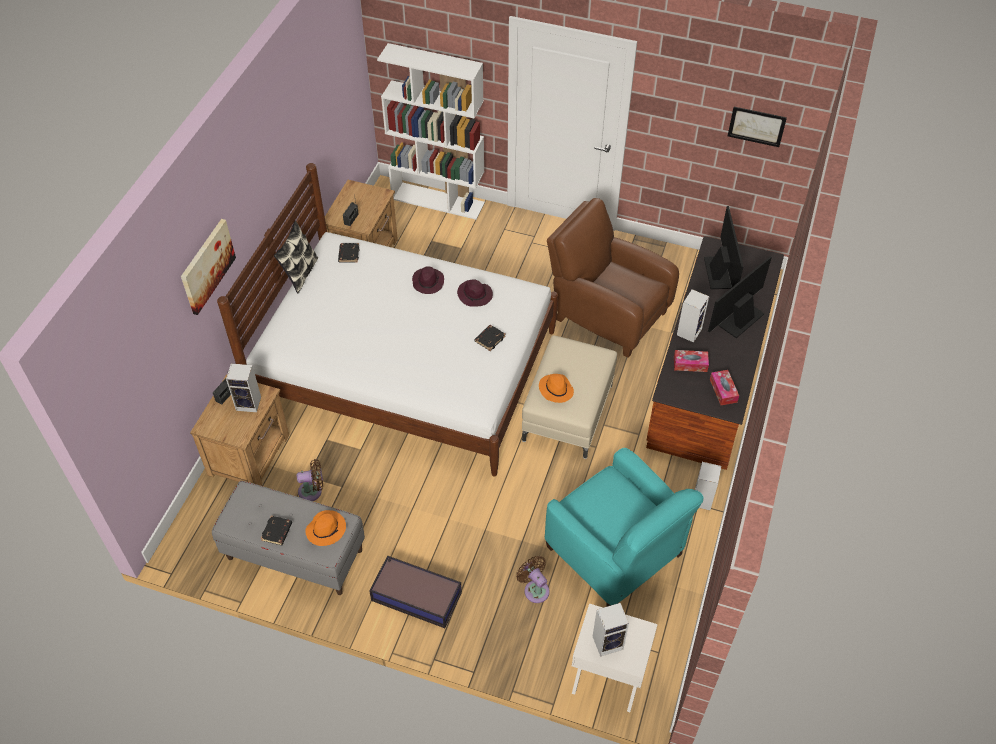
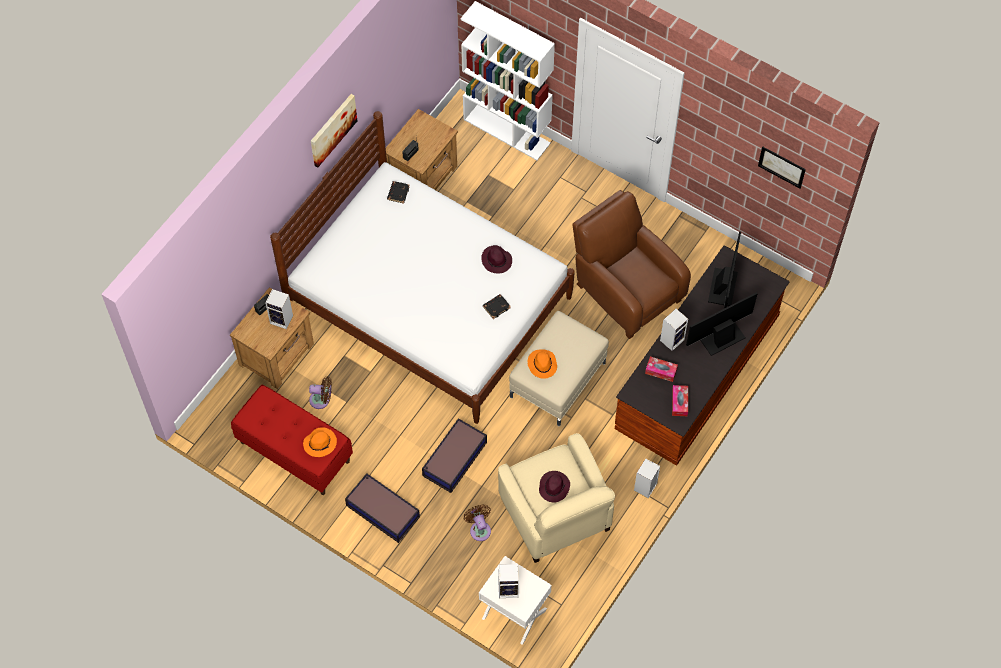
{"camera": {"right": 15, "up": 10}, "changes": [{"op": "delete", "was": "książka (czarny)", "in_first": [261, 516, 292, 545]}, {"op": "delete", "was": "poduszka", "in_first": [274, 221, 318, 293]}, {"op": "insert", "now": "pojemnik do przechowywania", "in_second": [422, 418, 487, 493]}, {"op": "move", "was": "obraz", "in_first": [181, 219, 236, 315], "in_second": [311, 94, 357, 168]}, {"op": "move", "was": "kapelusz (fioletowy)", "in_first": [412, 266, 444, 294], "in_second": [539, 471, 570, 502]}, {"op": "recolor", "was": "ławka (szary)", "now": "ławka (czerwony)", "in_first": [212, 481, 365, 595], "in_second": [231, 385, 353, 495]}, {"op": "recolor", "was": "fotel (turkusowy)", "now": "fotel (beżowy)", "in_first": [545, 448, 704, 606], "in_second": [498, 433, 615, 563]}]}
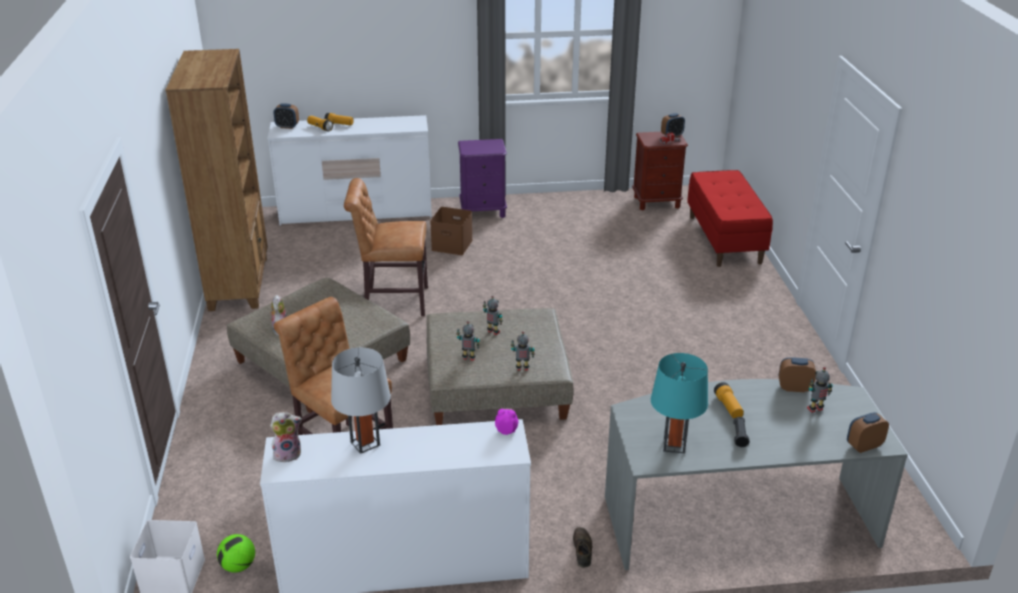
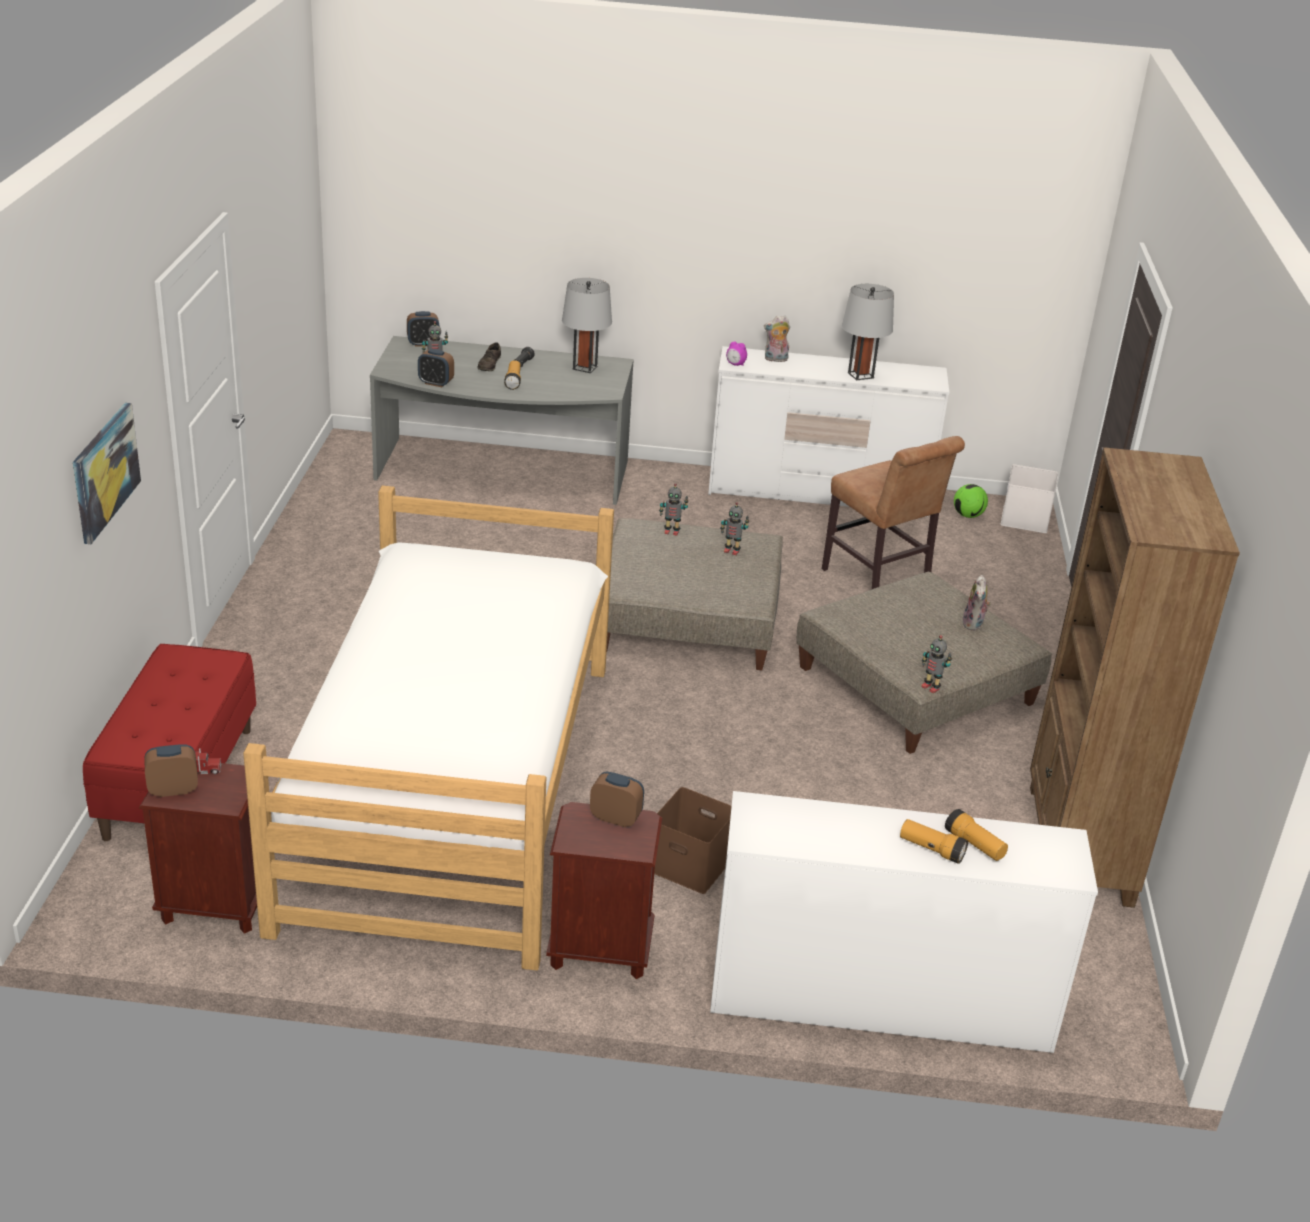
{"camera": {"right": -170, "up": 0}, "changes": [{"op": "delete", "was": "krzesło (brązowy)", "in_first": [344, 178, 428, 316]}, {"op": "insert", "now": "obraz", "in_second": [73, 403, 141, 544]}, {"op": "insert", "now": "łóżko", "in_second": [243, 486, 614, 971]}, {"op": "move", "was": "pluszak", "in_first": [270, 411, 302, 462], "in_second": [764, 316, 790, 362]}, {"op": "move", "was": "budzik", "in_first": [273, 103, 299, 129], "in_second": [590, 771, 644, 827]}, {"op": "move", "was": "robot zabawkowy", "in_first": [483, 296, 503, 335], "in_second": [921, 635, 952, 693]}, {"op": "move", "was": "but (brązowy)", "in_first": [573, 527, 592, 568], "in_second": [477, 342, 501, 371]}, {"op": "recolor", "was": "szafka nocna (fioletowy)", "now": "szafka nocna (brązowy)", "in_first": [458, 139, 507, 218], "in_second": [546, 802, 662, 979]}, {"op": "recolor", "was": "lampa stołowa (turkusowy)", "now": "lampa stołowa (szary)", "in_first": [651, 353, 708, 454], "in_second": [562, 278, 612, 373]}]}
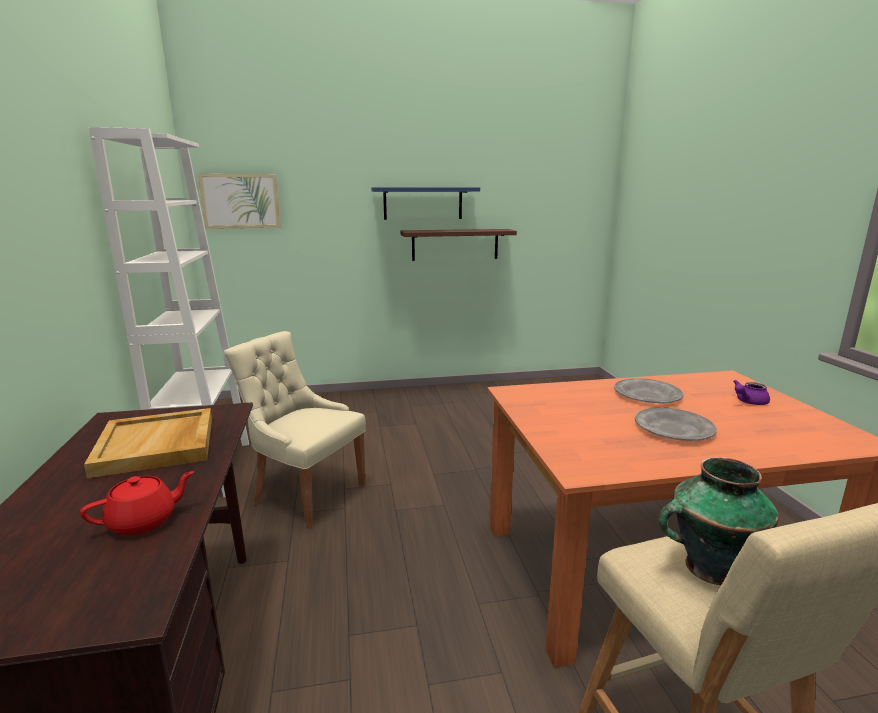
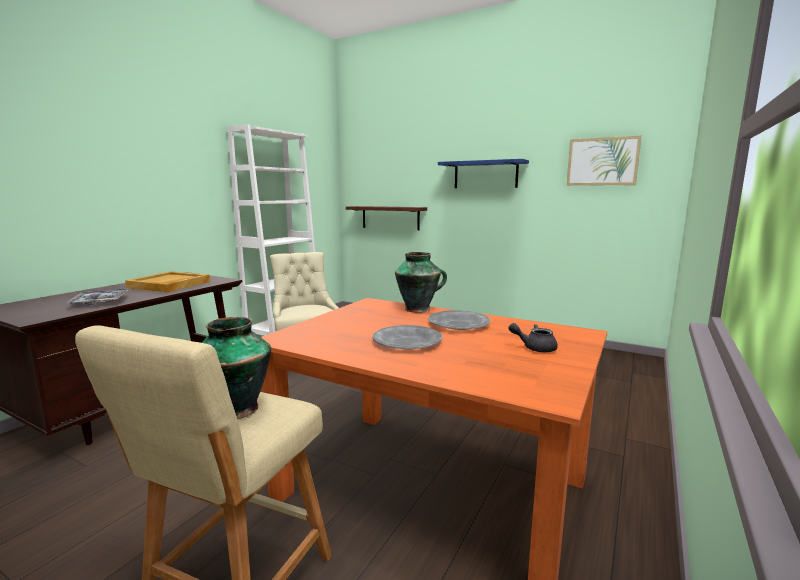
{"camera": {"right": 40, "up": -5}, "changes": [{"op": "insert", "now": "wazon", "in_second": [395, 252, 447, 313]}, {"op": "move", "was": "obraz", "in_first": [198, 174, 281, 229], "in_second": [566, 135, 642, 186]}, {"op": "move", "was": "półka", "in_first": [400, 229, 517, 261], "in_second": [346, 206, 427, 230]}, {"op": "replace", "was": "imbryk (czerwony)", "now": "taca", "in_first": [80, 471, 194, 535], "in_second": [66, 288, 130, 306]}, {"op": "recolor", "was": "imbryk (fioletowy)", "now": "imbryk (szary)", "in_first": [733, 380, 770, 405], "in_second": [508, 323, 558, 352]}]}
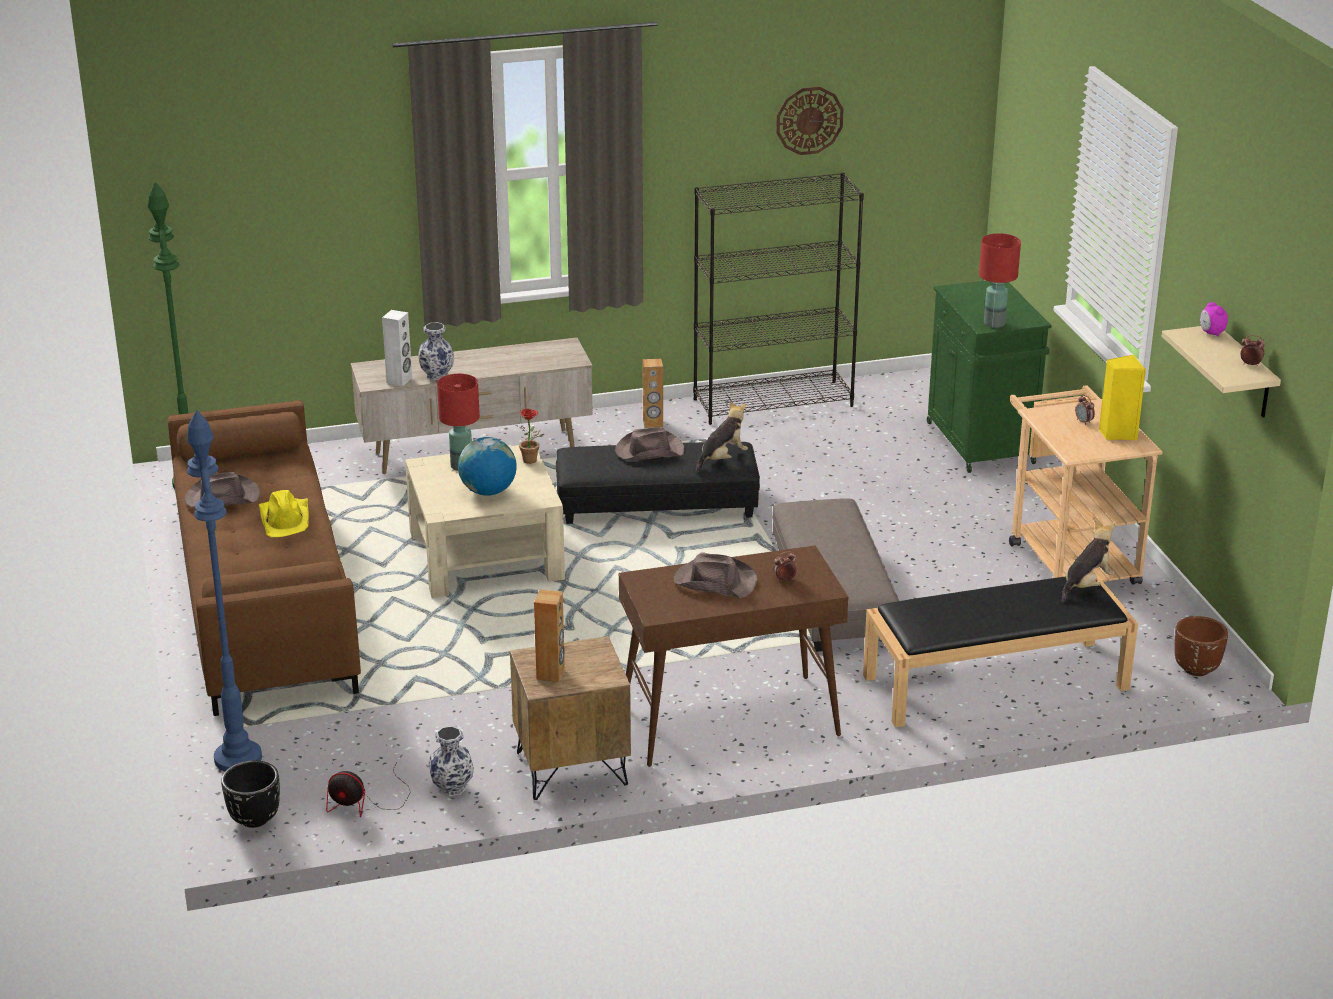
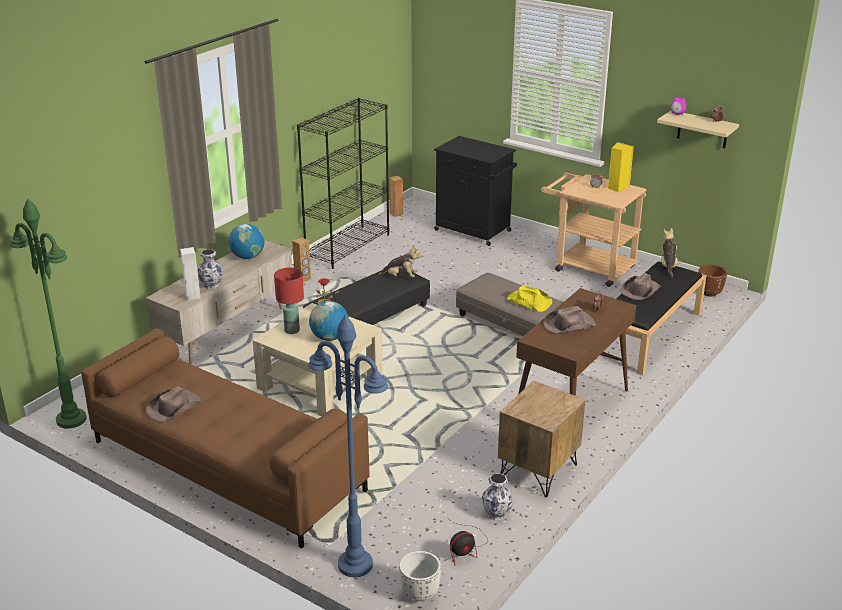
{"camera": {"right": -40, "up": 0}, "changes": [{"op": "delete", "was": "zegar ścienny", "in_first": [776, 87, 844, 155]}, {"op": "delete", "was": "lampa stołowa (czerwony)", "in_first": [979, 233, 1021, 328]}, {"op": "insert", "now": "globus", "in_second": [228, 223, 265, 259]}, {"op": "move", "was": "kapelusz (żółty)", "in_first": [259, 490, 309, 537], "in_second": [507, 285, 552, 312]}, {"op": "move", "was": "głośnik (brązowy)", "in_first": [534, 590, 565, 682], "in_second": [389, 176, 403, 217]}, {"op": "move", "was": "kapelusz (brązowy)", "in_first": [615, 427, 684, 460], "in_second": [621, 273, 661, 300]}, {"op": "recolor", "was": "donica (czarny)", "now": "donica (biały)", "in_first": [221, 760, 280, 828], "in_second": [399, 551, 441, 601]}, {"op": "recolor", "was": "szafka (zielony)", "now": "szafka (czarny)", "in_first": [927, 281, 1051, 473], "in_second": [434, 136, 517, 246]}, {"op": "rotate", "was": "pluszak", "in_first": [696, 401, 748, 472], "in_second": [377, 244, 422, 277], "clockwise": 90}]}
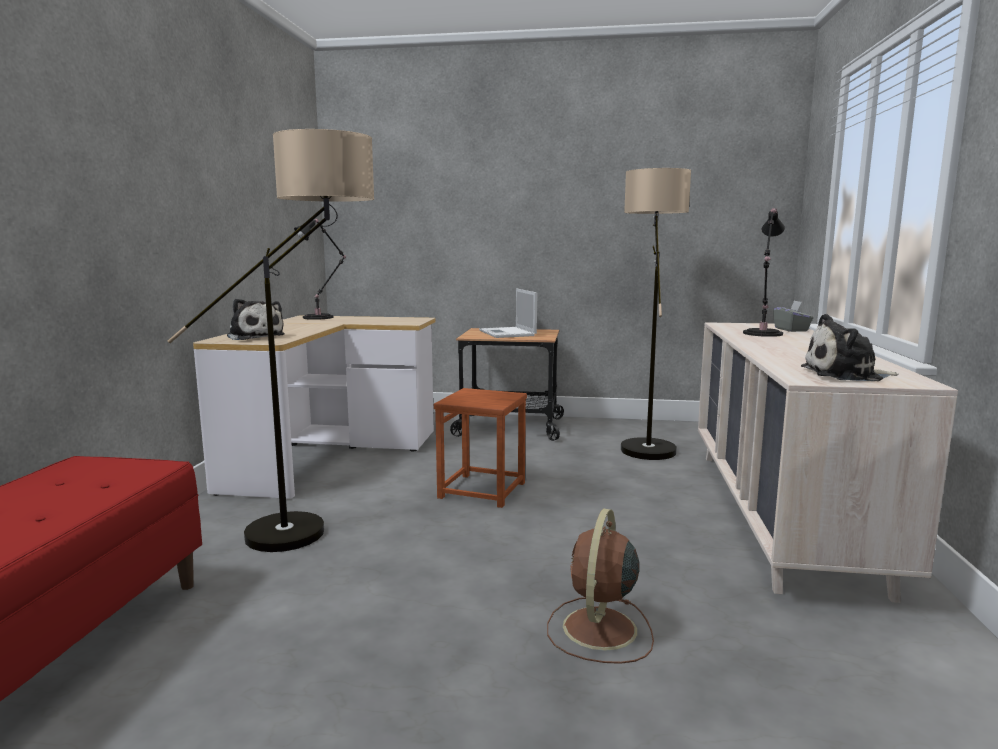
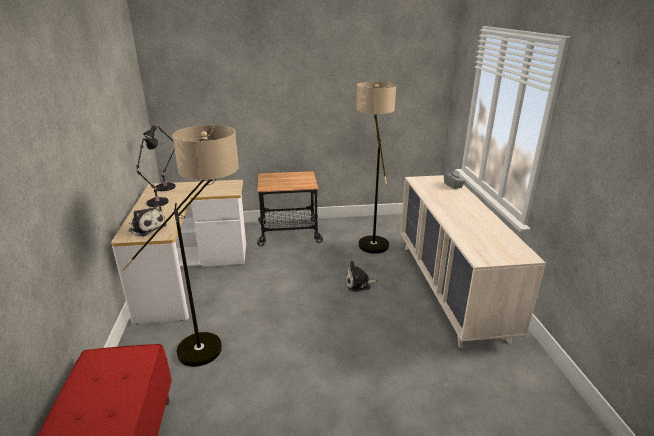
{"camera": {"right": -15, "up": 15}, "changes": [{"op": "delete", "was": "stołek (brązowy)", "in_first": [434, 388, 527, 508]}, {"op": "delete", "was": "laptop", "in_first": [479, 288, 537, 338]}, {"op": "delete", "was": "wentylator (brązowy)", "in_first": [547, 508, 654, 664]}, {"op": "move", "was": "lampa stołowa (czarny)", "in_first": [743, 208, 785, 337], "in_second": [136, 136, 169, 207]}, {"op": "move", "was": "pluszak", "in_first": [801, 314, 899, 381], "in_second": [345, 261, 378, 292]}]}
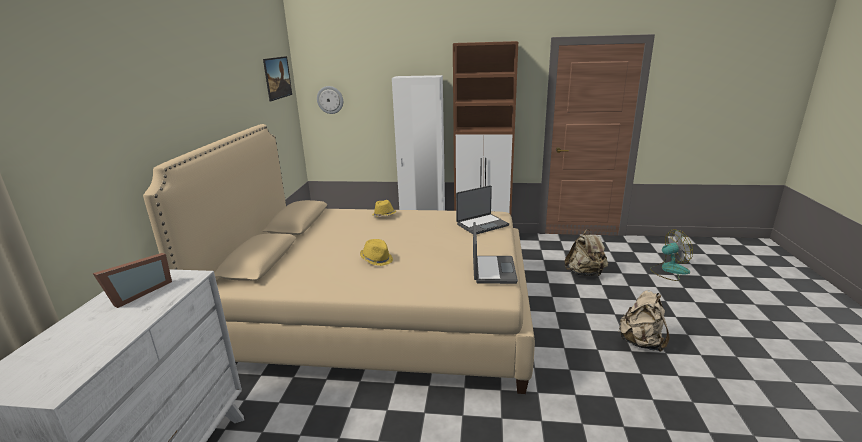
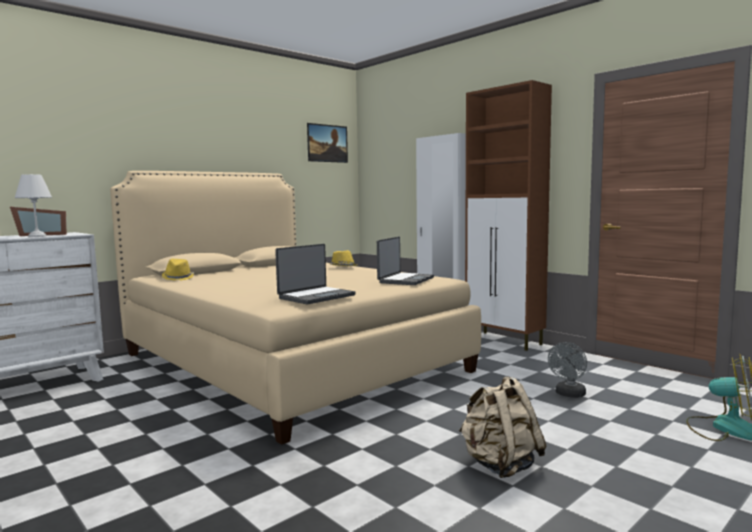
{"camera": {"right": 40, "up": -15}, "changes": [{"op": "delete", "was": "zegar ścienny", "in_first": [317, 86, 343, 114]}, {"op": "insert", "now": "lampa stołowa (biały)", "in_second": [15, 174, 52, 237]}, {"op": "move", "was": "kapelusz (żółty)", "in_first": [360, 239, 393, 266], "in_second": [162, 259, 194, 280]}, {"op": "replace", "was": "plecak (beżowy)", "now": "wentylator (szary)", "in_first": [565, 229, 608, 276], "in_second": [548, 342, 587, 398]}, {"op": "rotate", "was": "laptop", "in_first": [456, 185, 509, 235], "in_second": [377, 237, 434, 285], "clockwise": -75}]}
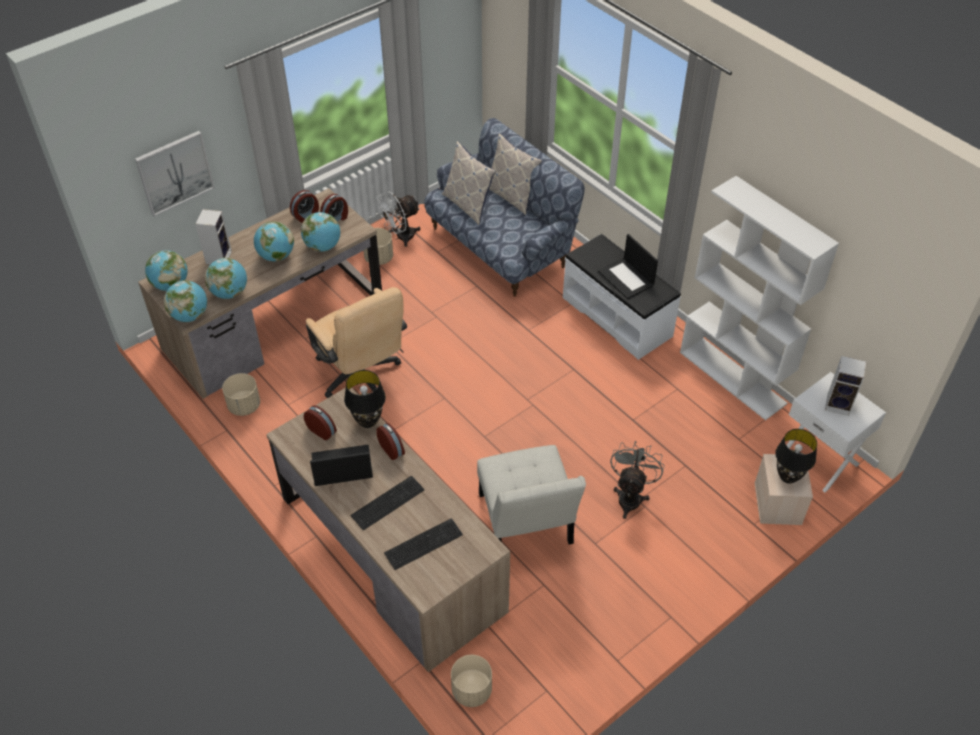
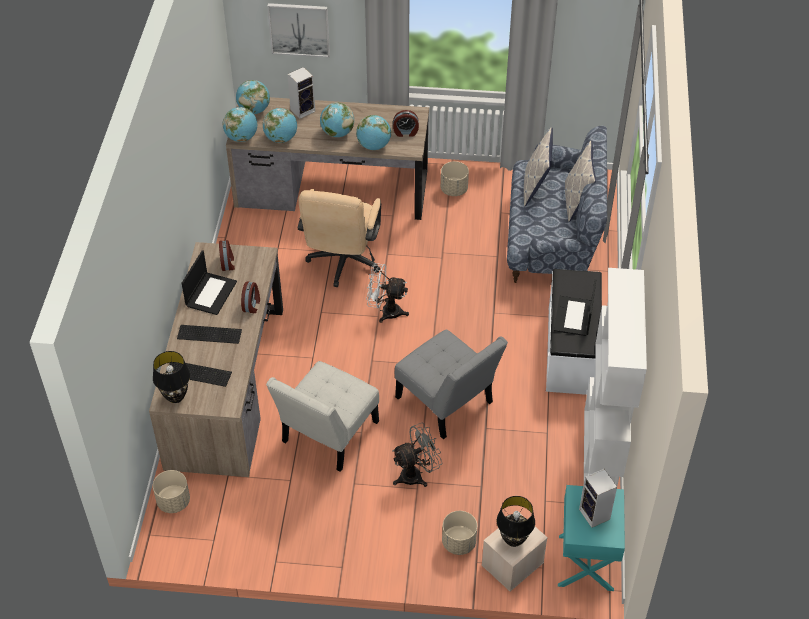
{"camera": {"right": 45, "up": 0}, "changes": [{"op": "delete", "was": "budzik", "in_first": [290, 190, 319, 223]}, {"op": "insert", "now": "krzesło (szary)", "in_second": [395, 330, 508, 439]}, {"op": "move", "was": "donica (beżowy)", "in_first": [222, 373, 260, 416], "in_second": [442, 511, 477, 555]}, {"op": "move", "was": "lampa stołowa (czarny)", "in_first": [344, 370, 386, 428], "in_second": [153, 351, 190, 403]}, {"op": "move", "was": "wentylator (biały)", "in_first": [376, 191, 420, 247], "in_second": [366, 263, 409, 323]}, {"op": "recolor", "was": "szafka nocna (biały)", "now": "szafka nocna (turkusowy)", "in_first": [786, 372, 886, 493], "in_second": [558, 485, 625, 591]}, {"op": "rotate", "was": "laptop", "in_first": [310, 445, 373, 486], "in_second": [182, 250, 237, 315], "clockwise": 75}]}
